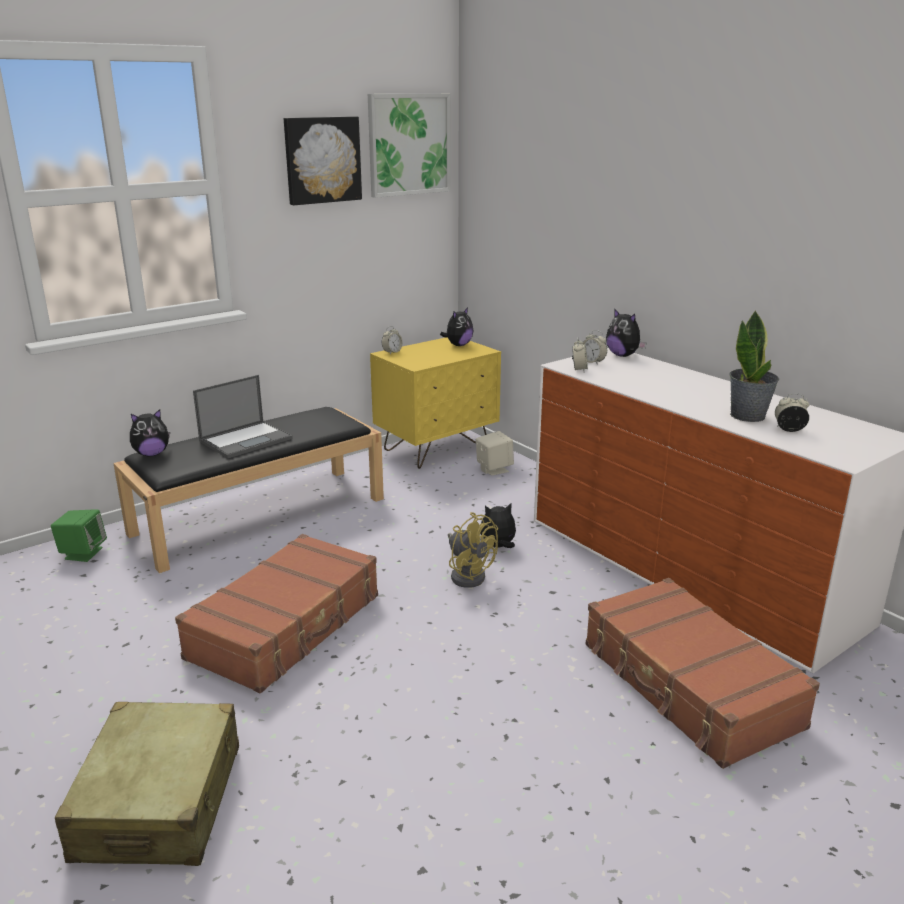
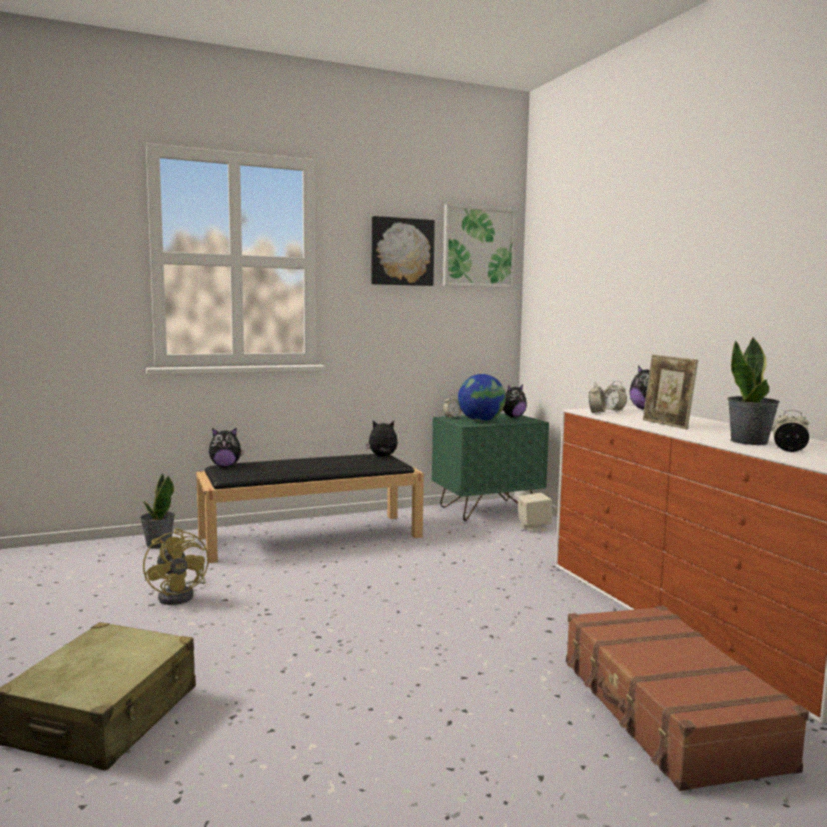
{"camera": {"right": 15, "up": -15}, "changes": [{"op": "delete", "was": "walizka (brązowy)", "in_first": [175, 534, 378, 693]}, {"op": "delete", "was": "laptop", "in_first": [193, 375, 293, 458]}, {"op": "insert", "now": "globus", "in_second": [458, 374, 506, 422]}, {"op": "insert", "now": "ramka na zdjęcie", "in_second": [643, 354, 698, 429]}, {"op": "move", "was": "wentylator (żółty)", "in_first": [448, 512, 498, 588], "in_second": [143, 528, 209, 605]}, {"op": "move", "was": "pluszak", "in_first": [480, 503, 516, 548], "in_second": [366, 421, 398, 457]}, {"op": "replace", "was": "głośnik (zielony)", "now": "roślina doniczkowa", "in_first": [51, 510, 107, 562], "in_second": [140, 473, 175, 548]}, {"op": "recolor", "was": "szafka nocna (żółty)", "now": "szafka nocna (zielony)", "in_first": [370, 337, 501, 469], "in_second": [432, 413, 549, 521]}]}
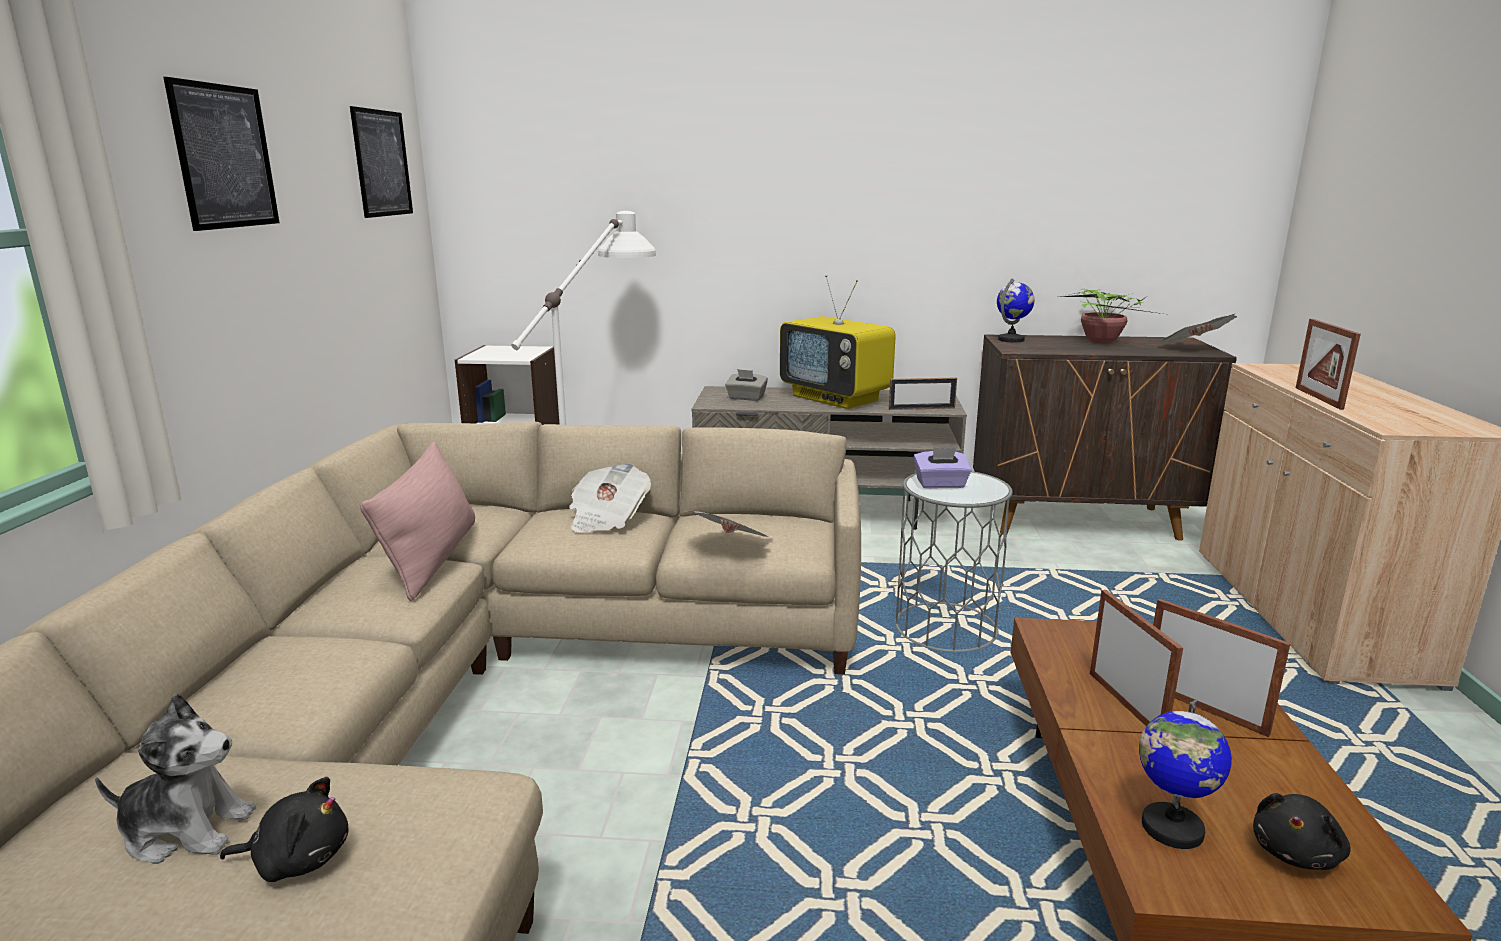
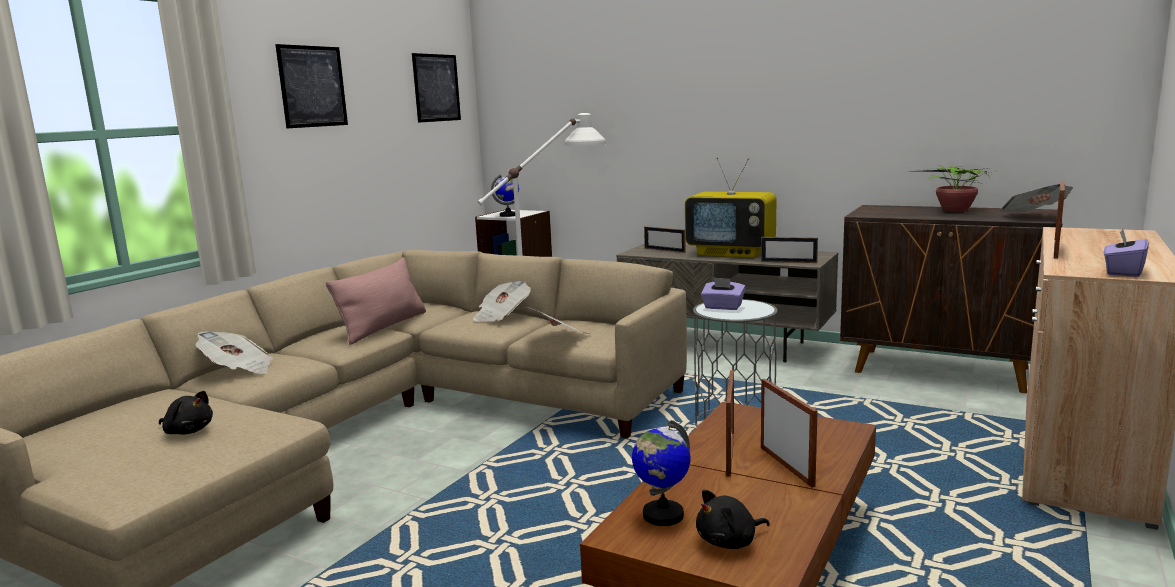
{"camera": {"right": 25, "up": -5}, "changes": [{"op": "delete", "was": "pluszak", "in_first": [95, 693, 256, 864]}, {"op": "insert", "now": "gazeta", "in_second": [195, 331, 274, 374]}, {"op": "insert", "now": "pudełko chusteczek (fioletowy)", "in_second": [1104, 229, 1149, 277]}, {"op": "move", "was": "globus", "in_first": [997, 278, 1035, 343], "in_second": [491, 174, 519, 217]}, {"op": "replace", "was": "pudełko chusteczek (szary)", "now": "ramka na zdjęcie", "in_first": [725, 369, 768, 401], "in_second": [644, 226, 686, 253]}, {"op": "rotate", "was": "telewizor", "in_first": [780, 275, 896, 409], "in_second": [685, 157, 777, 258], "clockwise": -45}]}
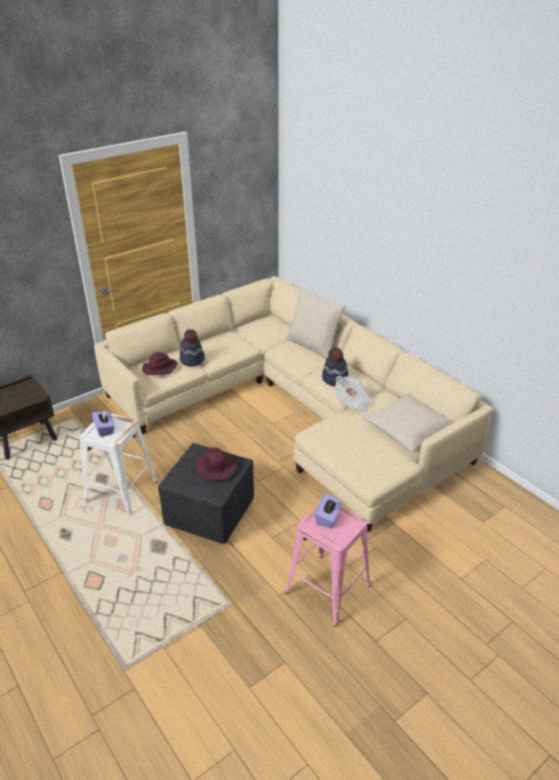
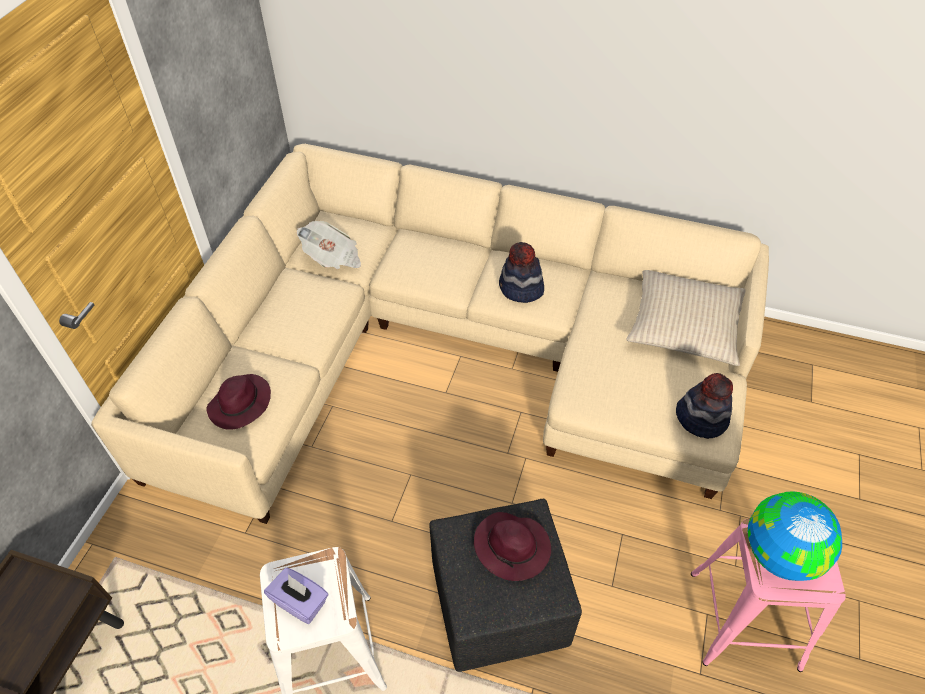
{"camera": {"right": -35, "up": 15}, "changes": [{"op": "delete", "was": "poduszka (beżowy)", "in_first": [285, 286, 346, 359]}, {"op": "move", "was": "kapelusz", "in_first": [180, 329, 205, 367], "in_second": [676, 373, 733, 439]}, {"op": "move", "was": "gazeta", "in_first": [334, 376, 372, 414], "in_second": [297, 221, 361, 269]}, {"op": "replace", "was": "pudełko chusteczek (fioletowy)", "now": "globus", "in_first": [315, 493, 343, 528], "in_second": [748, 491, 842, 581]}]}
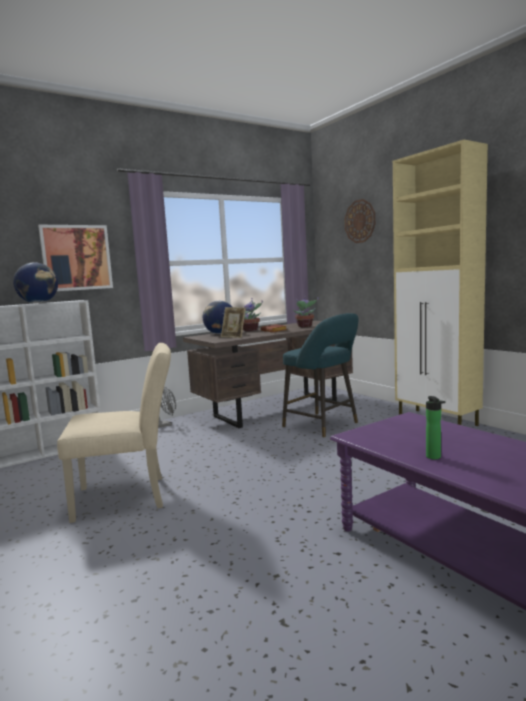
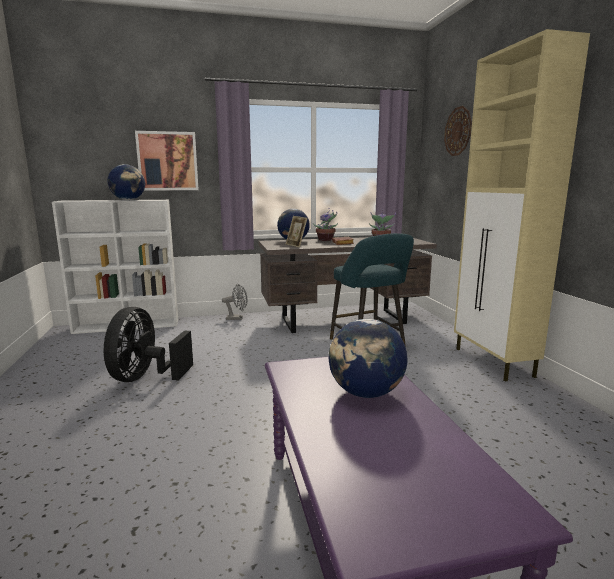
{"camera": {"right": 20, "up": 5}, "changes": [{"op": "delete", "was": "butelka", "in_first": [426, 396, 445, 459]}, {"op": "insert", "now": "globus", "in_second": [329, 319, 407, 398]}, {"op": "replace", "was": "krzesło (beżowy)", "now": "wentylator (czarny)", "in_first": [57, 343, 171, 523], "in_second": [104, 307, 193, 382]}]}
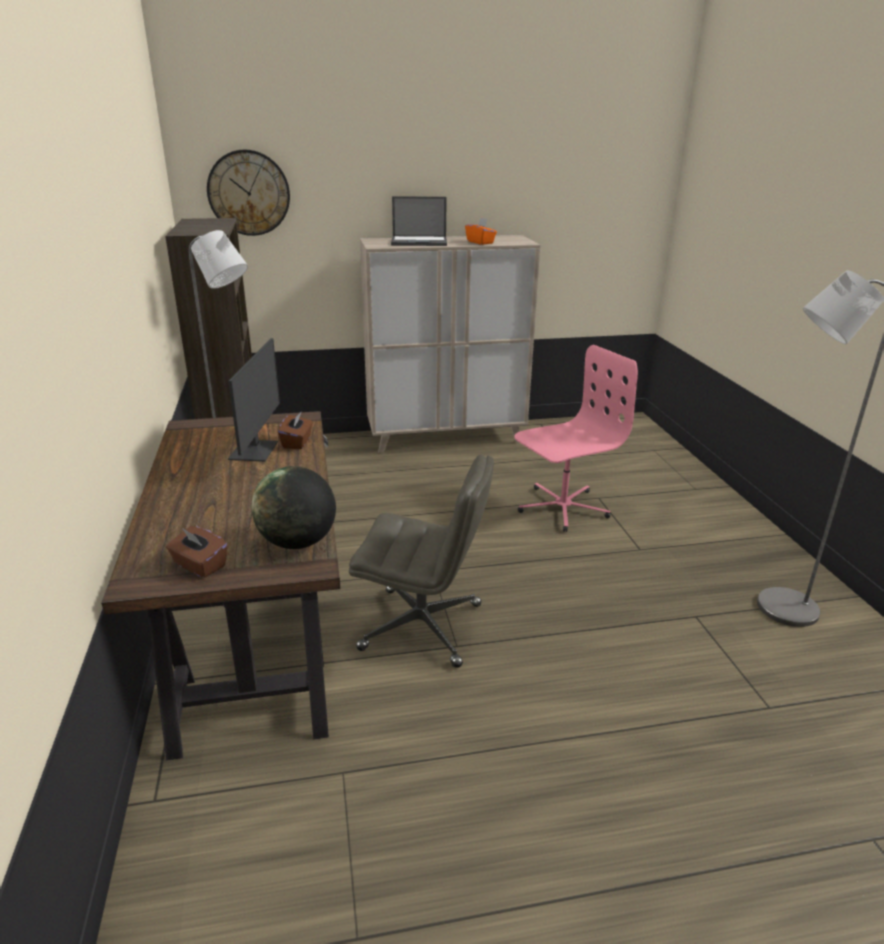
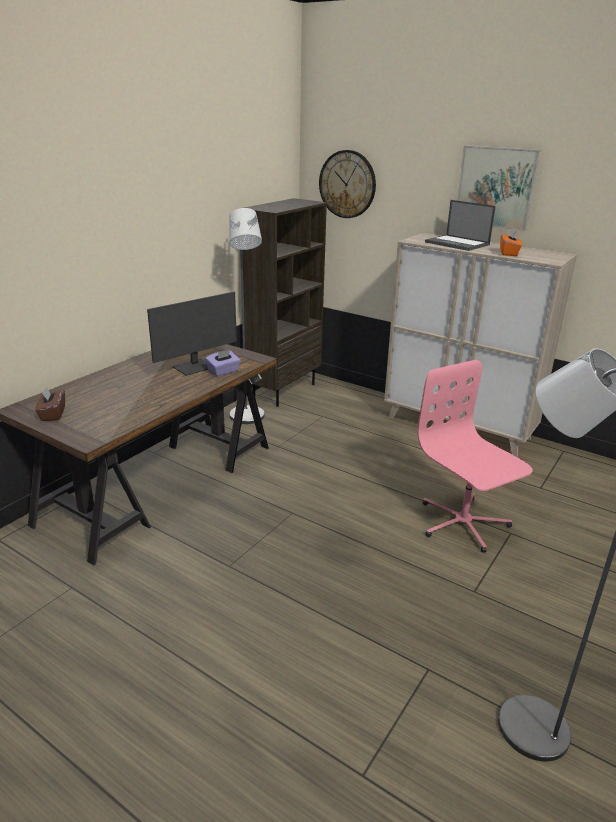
{"camera": {"right": 45, "up": 0}, "changes": [{"op": "delete", "was": "globus", "in_first": [251, 466, 336, 549]}, {"op": "delete", "was": "krzesło biurowe (szary)", "in_first": [349, 454, 494, 668]}, {"op": "insert", "now": "obraz", "in_second": [457, 145, 540, 231]}, {"op": "recolor", "was": "pudełko chusteczek (brązowy)", "now": "pudełko chusteczek (fioletowy)", "in_first": [278, 411, 313, 449], "in_second": [205, 350, 240, 376]}, {"op": "rotate", "was": "krzesło biurowe (różowy)", "in_first": [514, 345, 638, 532], "in_second": [417, 359, 533, 553], "clockwise": -135}]}
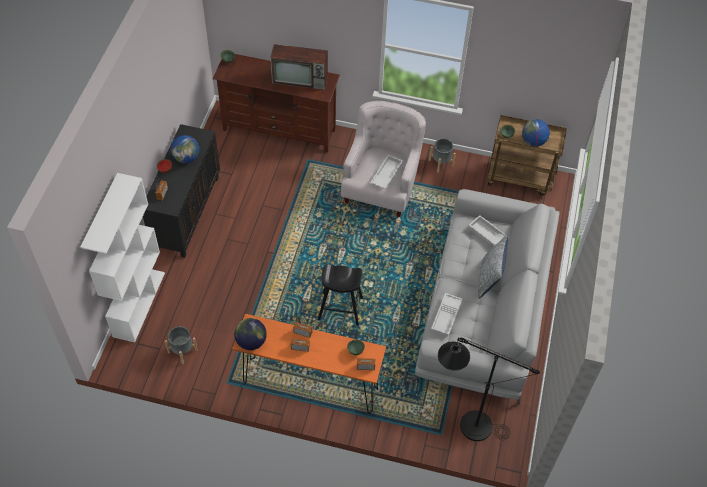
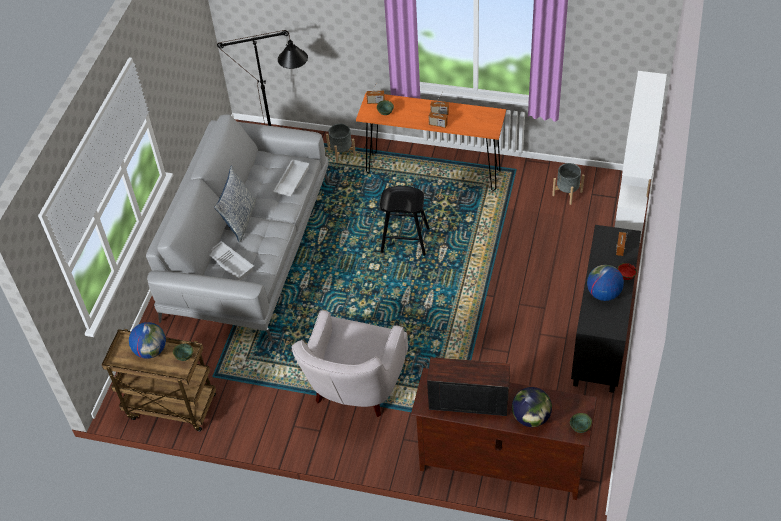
{"camera": {"right": -175, "up": -5}, "changes": [{"op": "delete", "was": "taca (biały)", "in_first": [370, 155, 403, 189]}, {"op": "move", "was": "globus", "in_first": [234, 318, 267, 350], "in_second": [512, 387, 552, 427]}, {"op": "move", "was": "donica (szary)", "in_first": [429, 138, 456, 173], "in_second": [326, 124, 356, 163]}]}
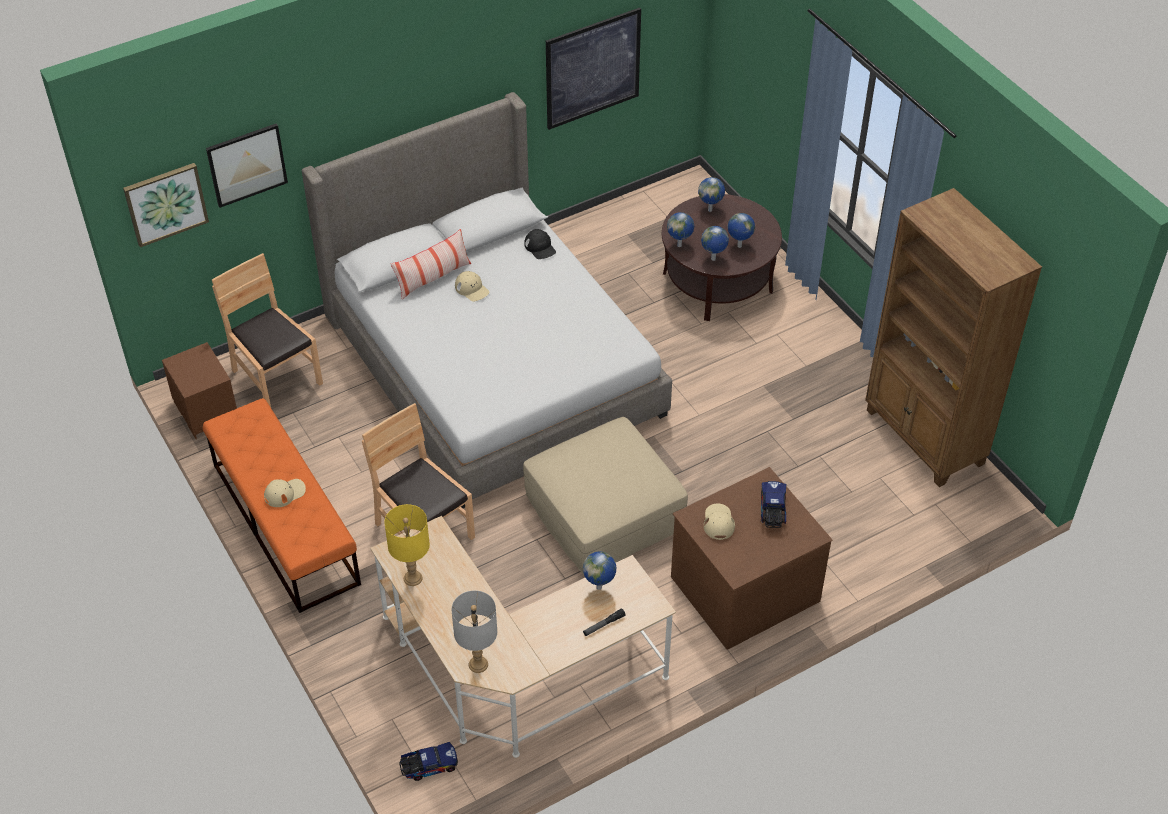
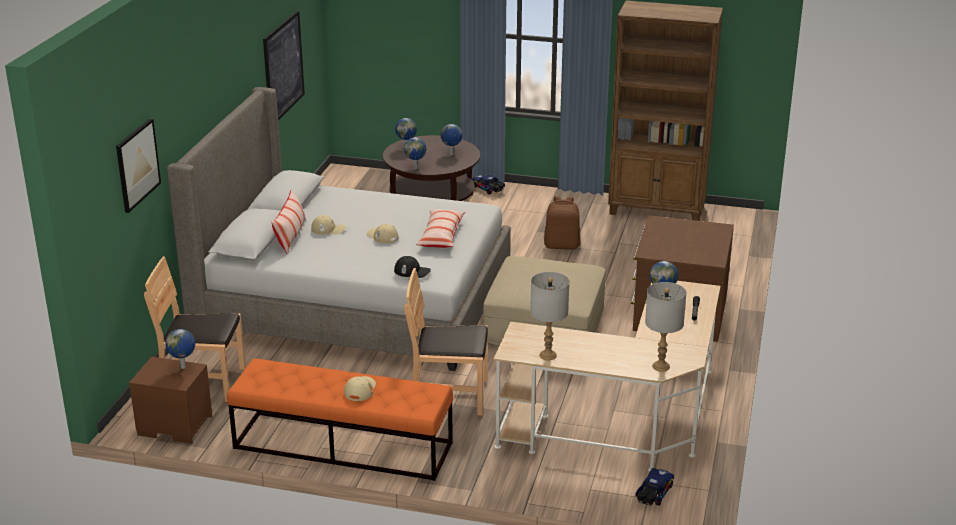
{"camera": {"right": -45, "up": -20}, "changes": [{"op": "delete", "was": "obraz", "in_first": [123, 163, 209, 247]}, {"op": "insert", "now": "poduszka", "in_second": [416, 209, 465, 248]}, {"op": "insert", "now": "plecak (brązowy)", "in_second": [544, 196, 581, 250]}, {"op": "move", "was": "czapka z daszkiem (czarny)", "in_first": [524, 229, 556, 259], "in_second": [394, 256, 431, 278]}, {"op": "move", "was": "globus", "in_first": [701, 226, 729, 261], "in_second": [165, 329, 195, 369]}, {"op": "move", "was": "czapka z daszkiem (beżowy)", "in_first": [704, 503, 735, 540], "in_second": [367, 224, 399, 244]}, {"op": "move", "was": "ciężarówka zabawkowa", "in_first": [761, 481, 786, 528], "in_second": [472, 175, 505, 194]}, {"op": "recolor", "was": "lampa stołowa (żółty)", "now": "lampa stołowa (szary)", "in_first": [384, 504, 430, 586], "in_second": [530, 272, 569, 360]}]}
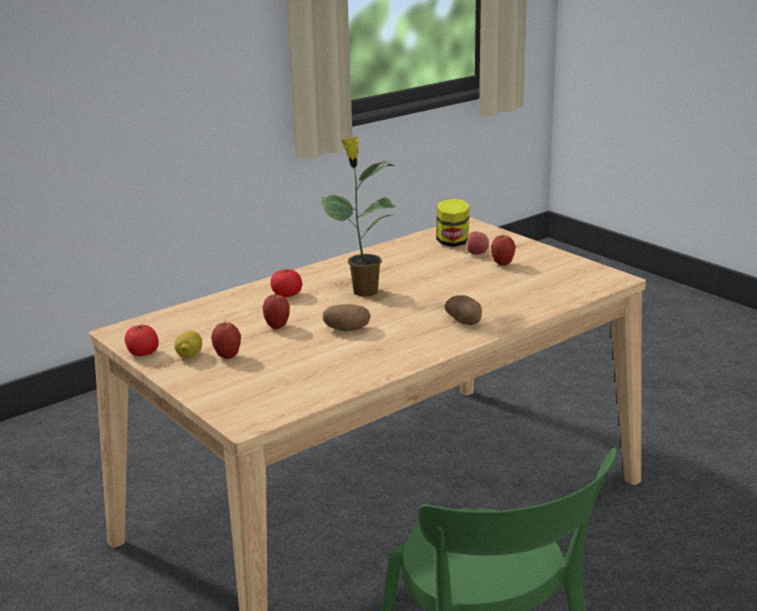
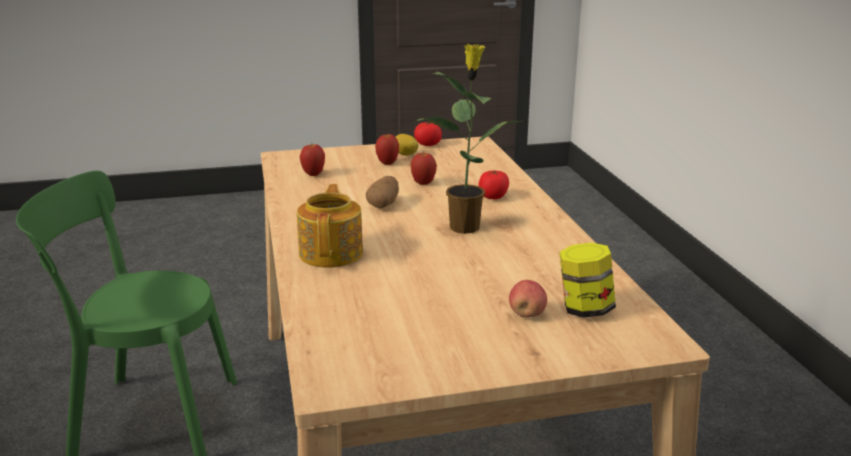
{"camera": {"right": 115, "up": 0}, "changes": [{"op": "move", "was": "jabłko", "in_first": [491, 234, 516, 266], "in_second": [300, 144, 325, 176]}, {"op": "replace", "was": "ziemniak", "now": "imbryk", "in_first": [445, 295, 482, 325], "in_second": [297, 184, 363, 268]}]}
